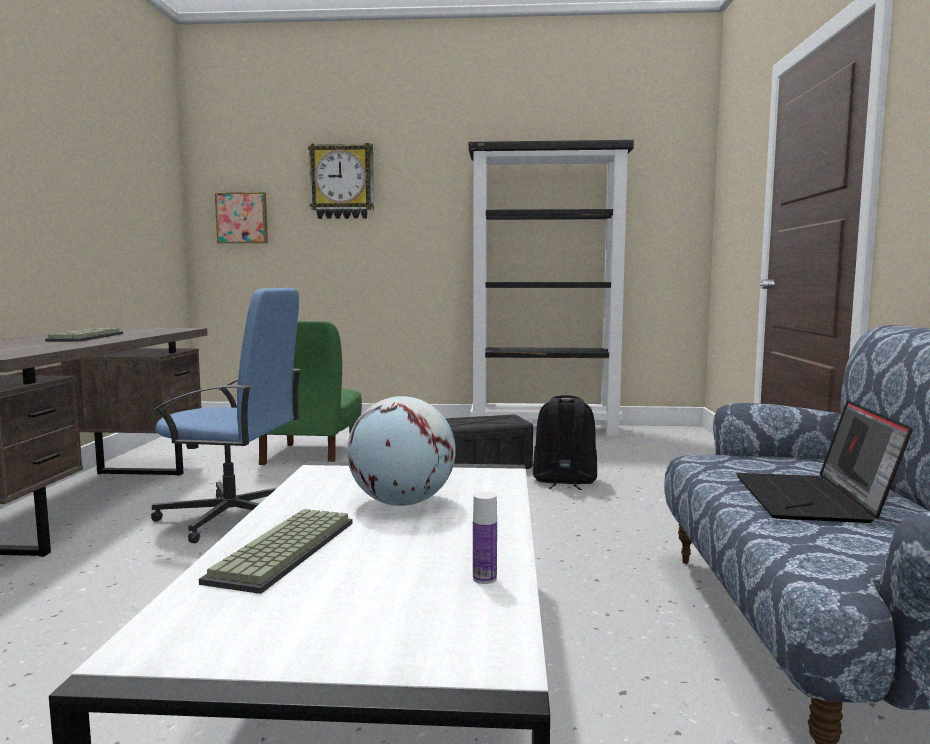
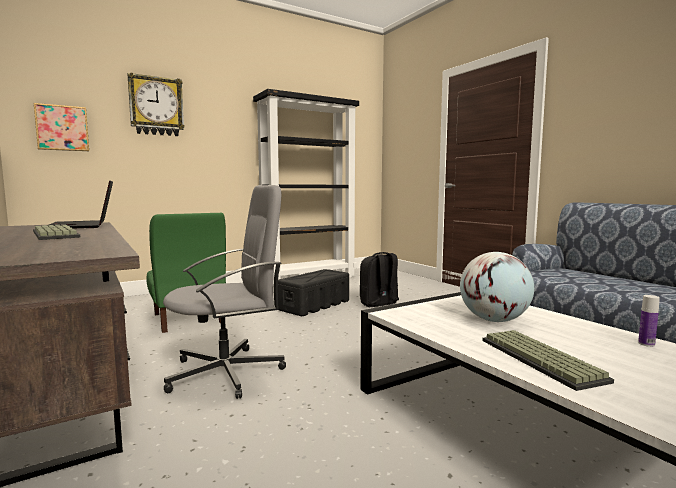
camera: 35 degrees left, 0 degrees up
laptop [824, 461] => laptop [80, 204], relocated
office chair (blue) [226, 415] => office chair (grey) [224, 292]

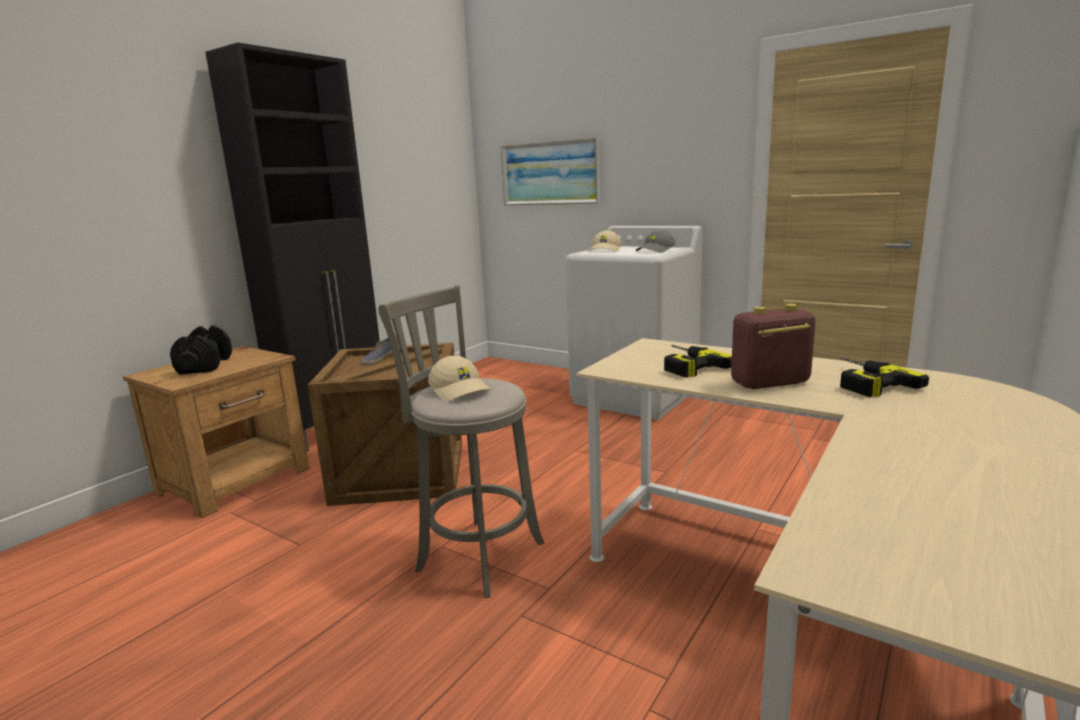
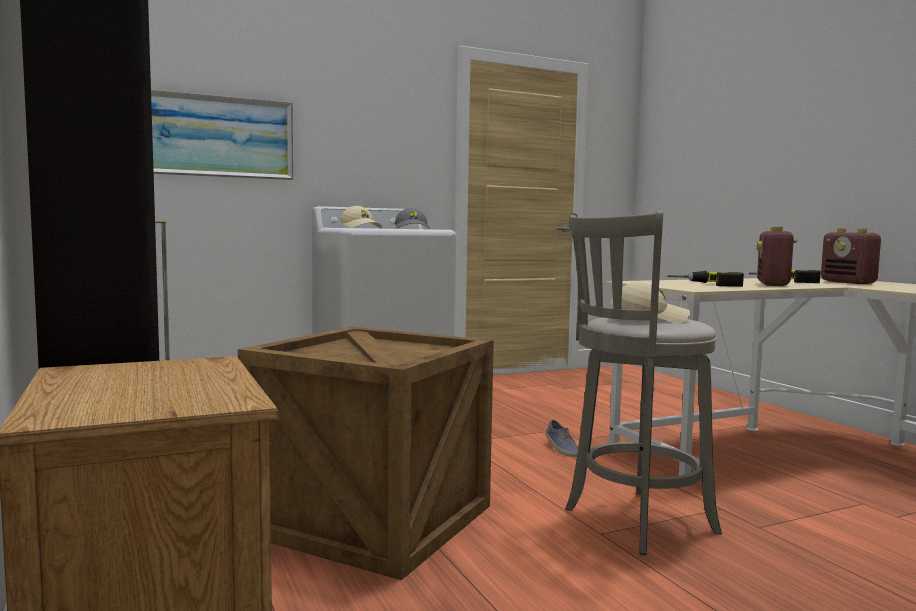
camera: 60 degrees left, 10 degrees down
shoe [380, 350] => shoe [562, 438], relocated
nothing => radio [851, 256]
dumbbell (black) [201, 350] => nothing

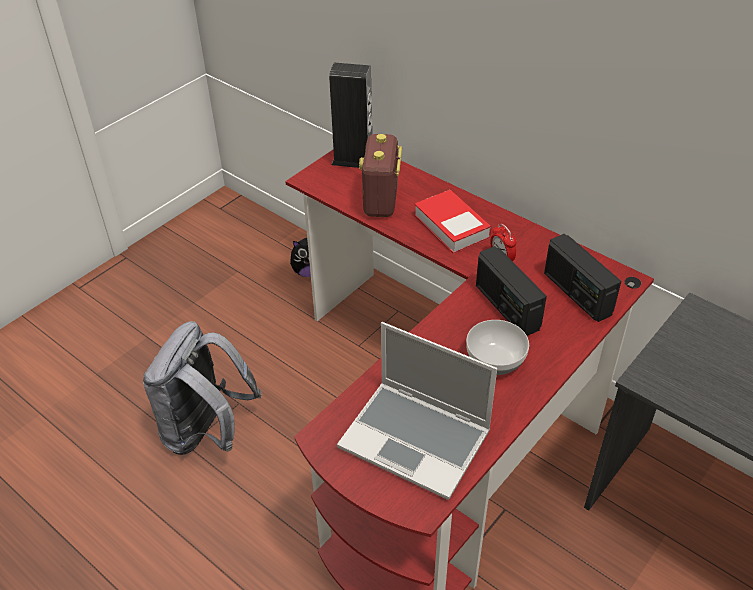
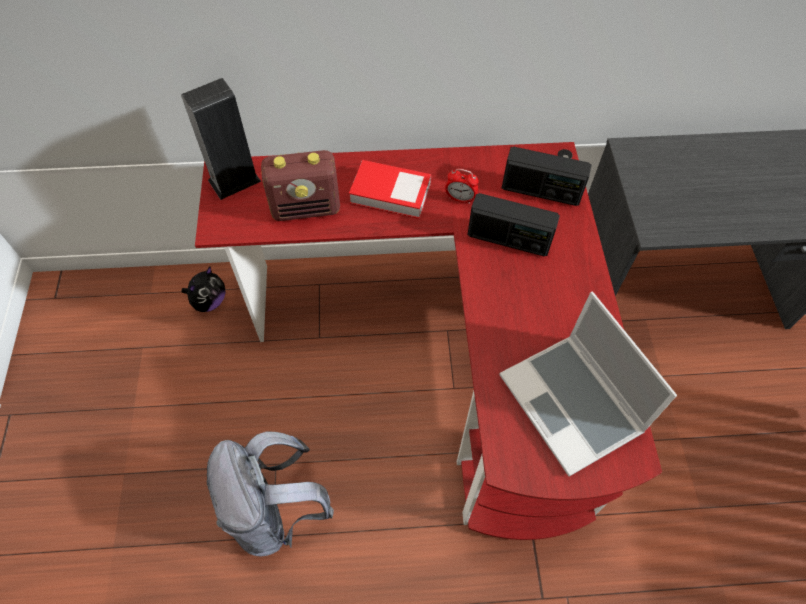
camera: 45 degrees left, 15 degrees up
radio [380, 175] => radio [300, 185], 60 degrees counterclockwise
laptop [417, 411] => laptop [588, 383], 75 degrees clockwise
bowl [497, 347] => nothing

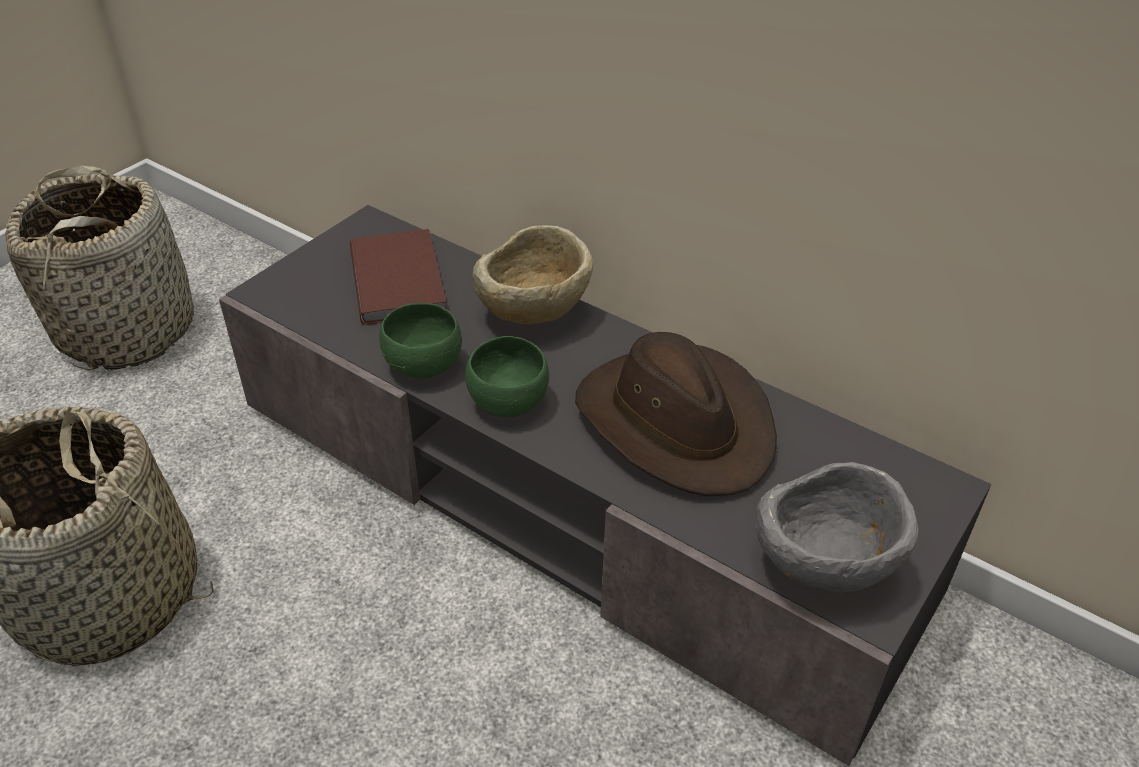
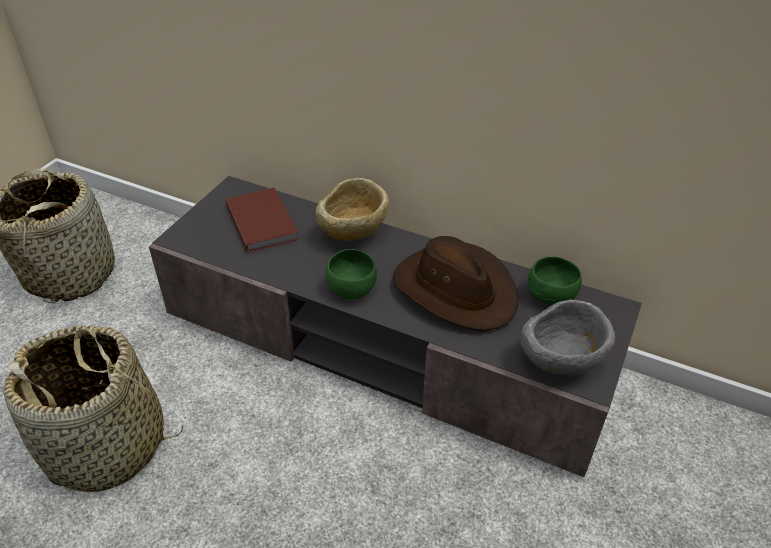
camera: 10 degrees left, 0 degrees up
bowl (green) [420, 340] => bowl (green) [555, 281], relocated

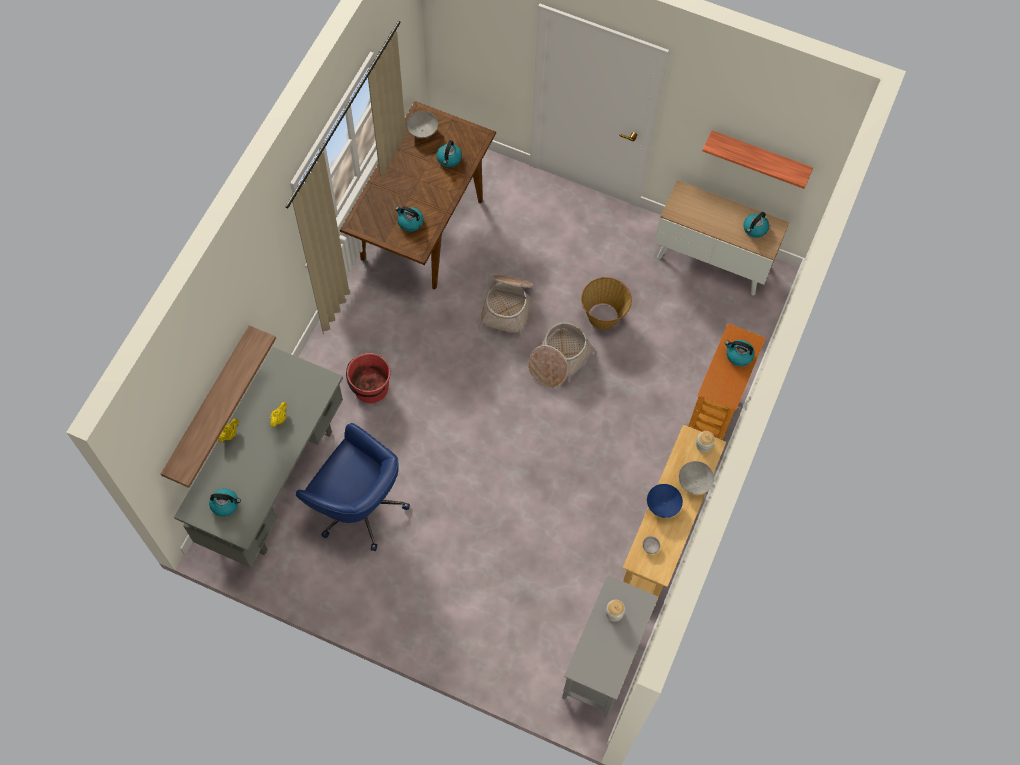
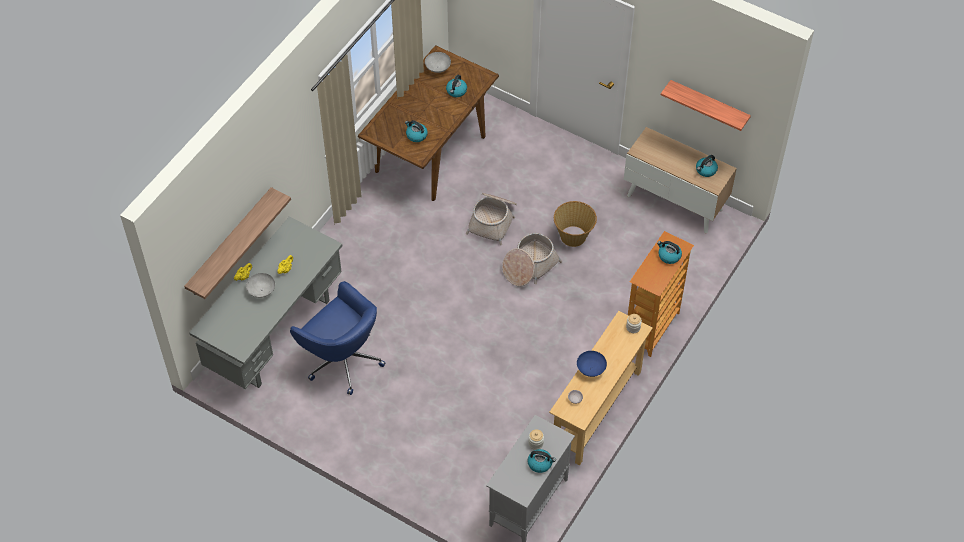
camera: 10 degrees right, 10 degrees down
bowl (grey) [696, 478] => bowl (grey) [260, 285], relocated
kettle [225, 503] => kettle [541, 461], relocated
bucket (red) [368, 378] => nothing

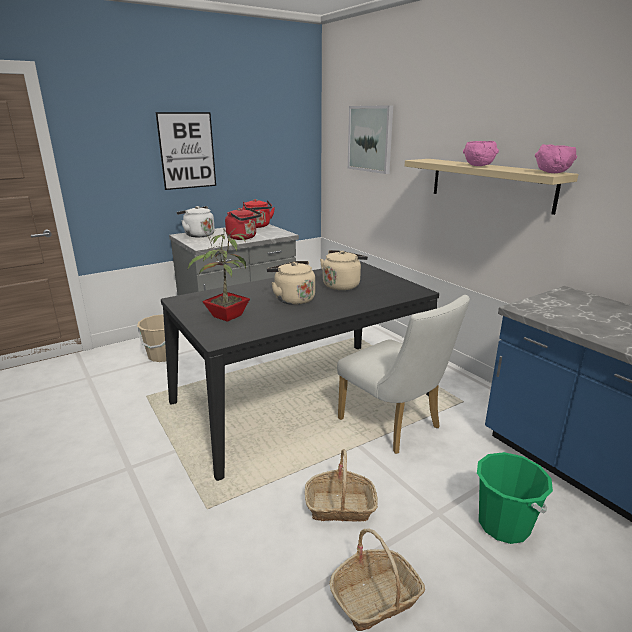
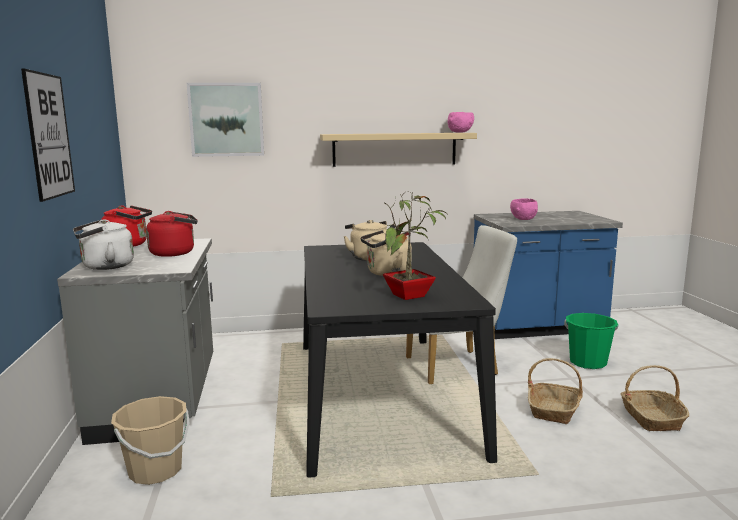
camera: 65 degrees left, 10 degrees down
bowl (pink) [481, 153] => bowl (pink) [524, 209], relocated

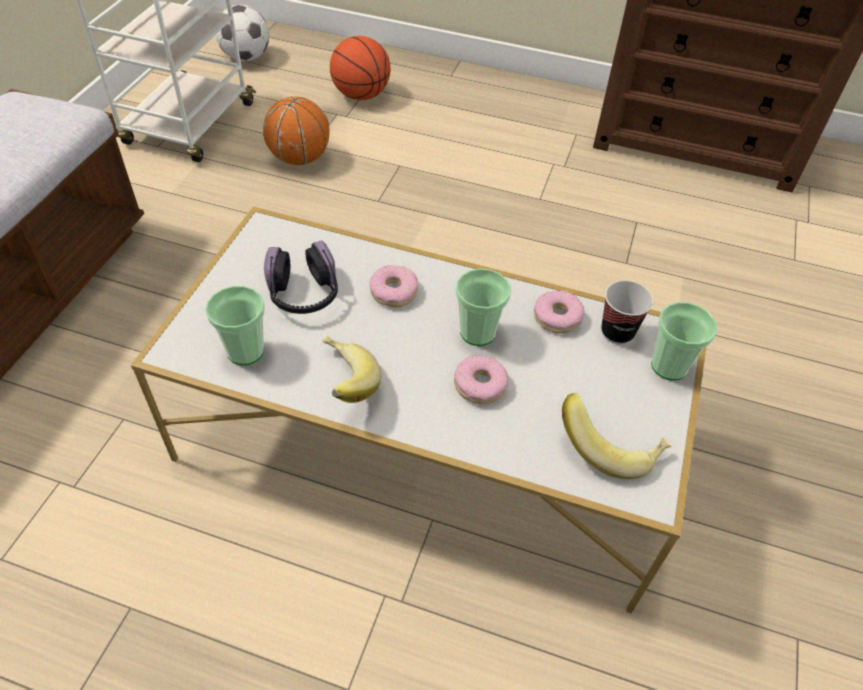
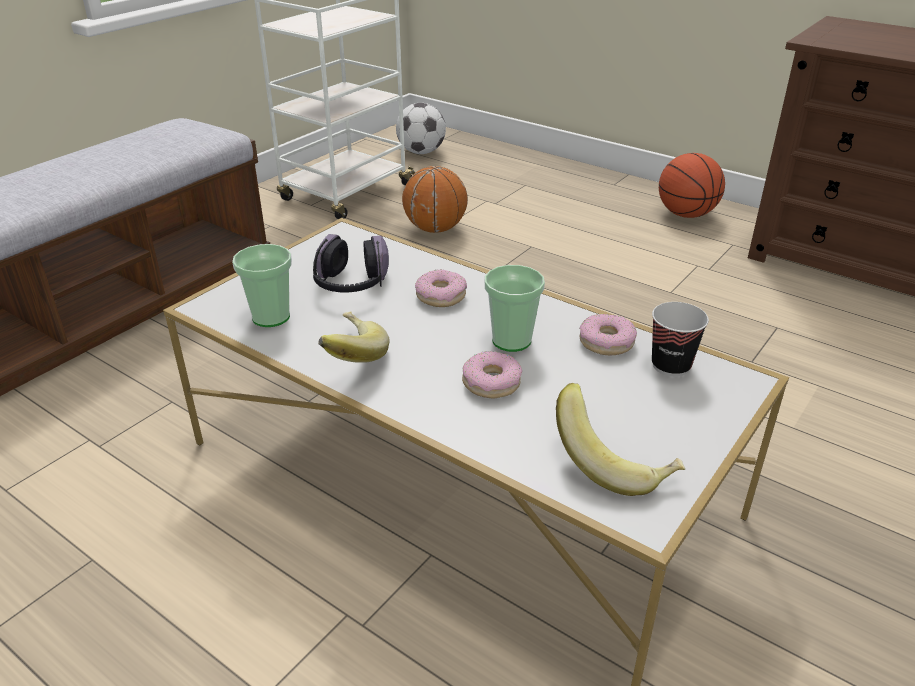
camera: 20 degrees right, 15 degrees down
basketball [360, 68] => basketball [692, 185], relocated
cup [684, 341] => nothing

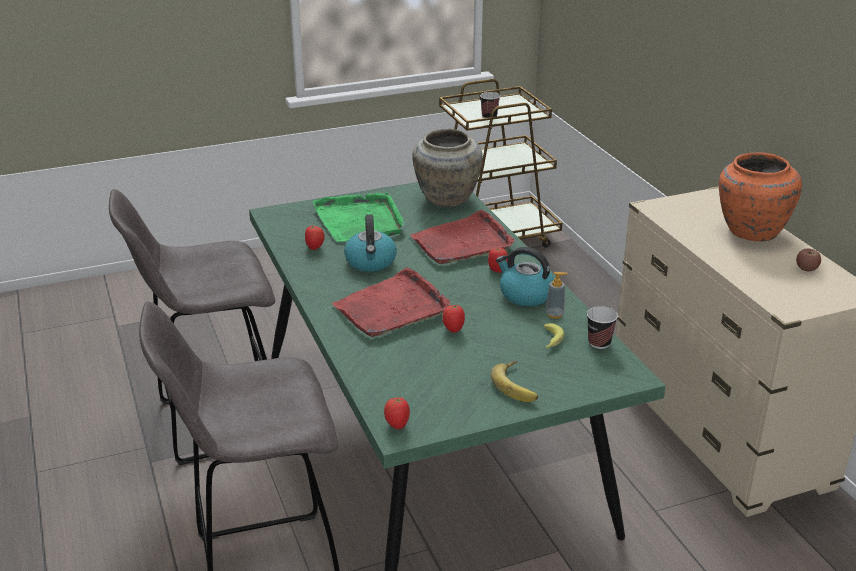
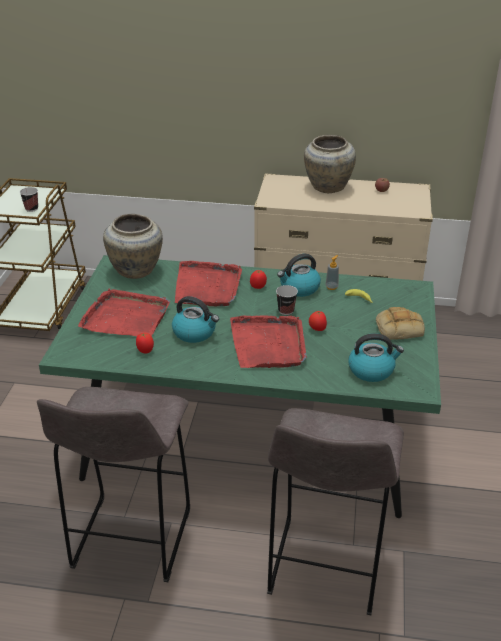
camera: 60 degrees left, 5 degrees up
tray (green) [359, 217] => tray (red) [124, 312]
cup [602, 327] => cup [287, 300], relocated
vase (orange) [760, 197] => vase (beige) [330, 164]
nothing => kettle [376, 357]
banana [514, 381] => bread [400, 323]
tomato [397, 412] => nothing

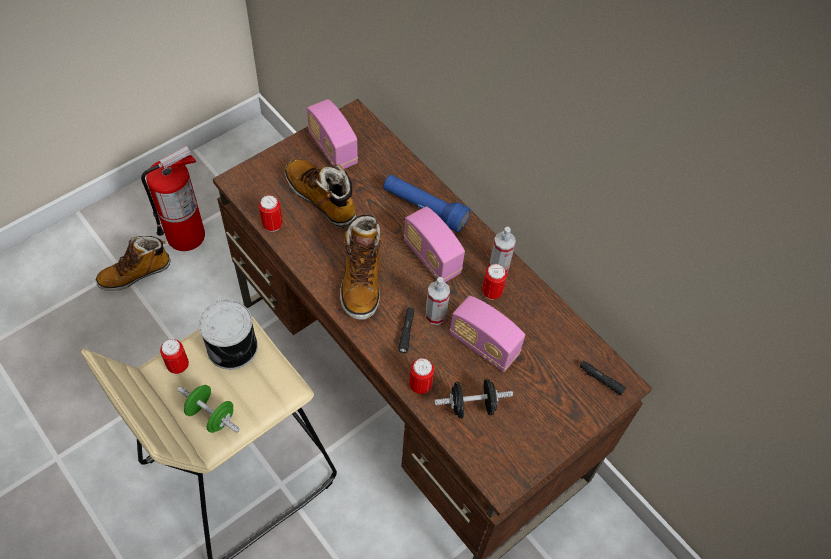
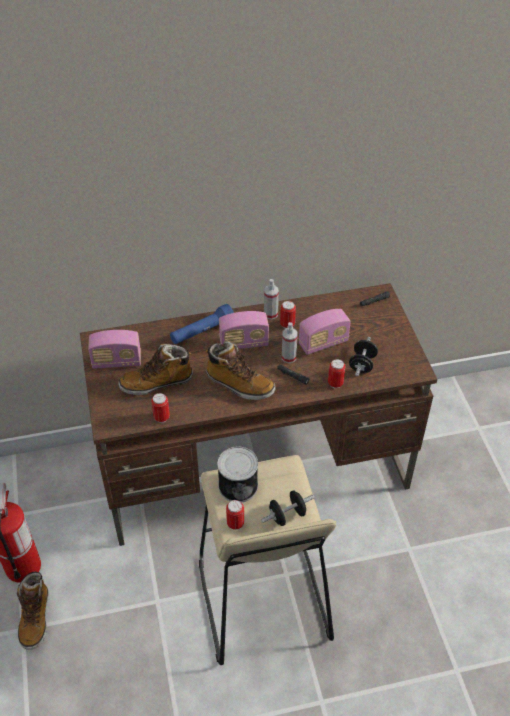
camera: 60 degrees left, 10 degrees down
dumbbell (green) [209, 409] => dumbbell (black) [287, 508]

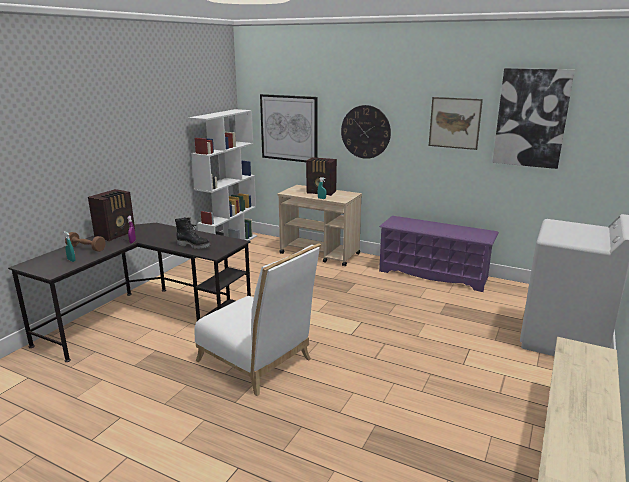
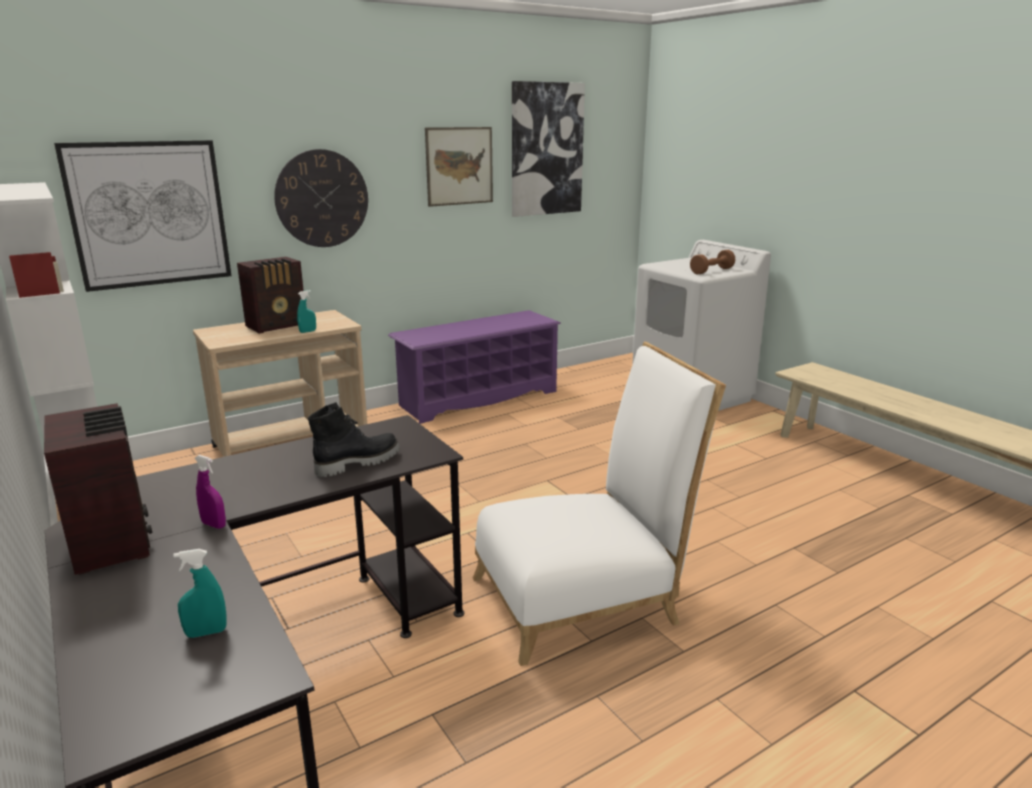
camera: 60 degrees left, 0 degrees up
dumbbell (brown) [85, 242] => dumbbell (brown) [712, 262], relocated

